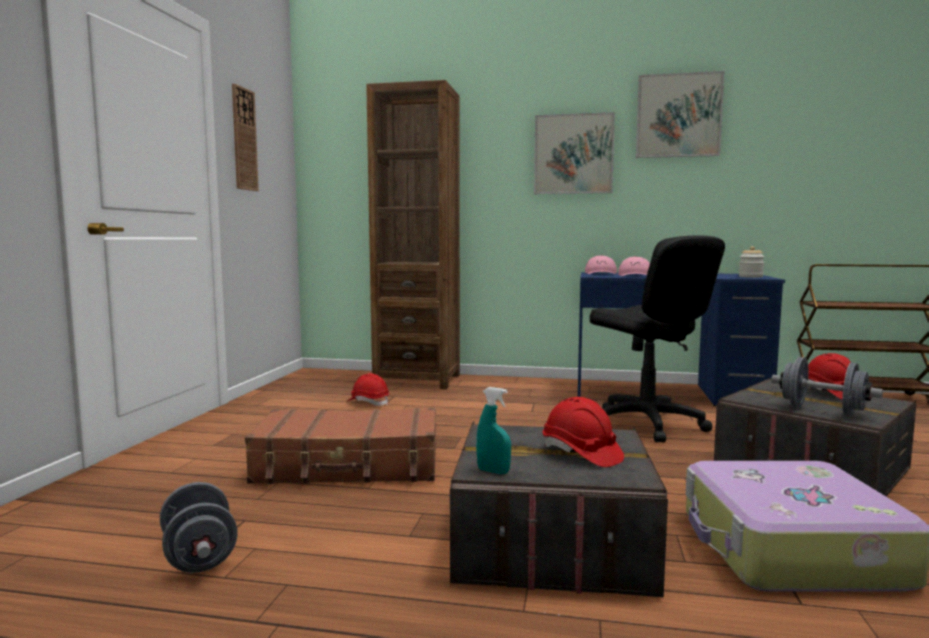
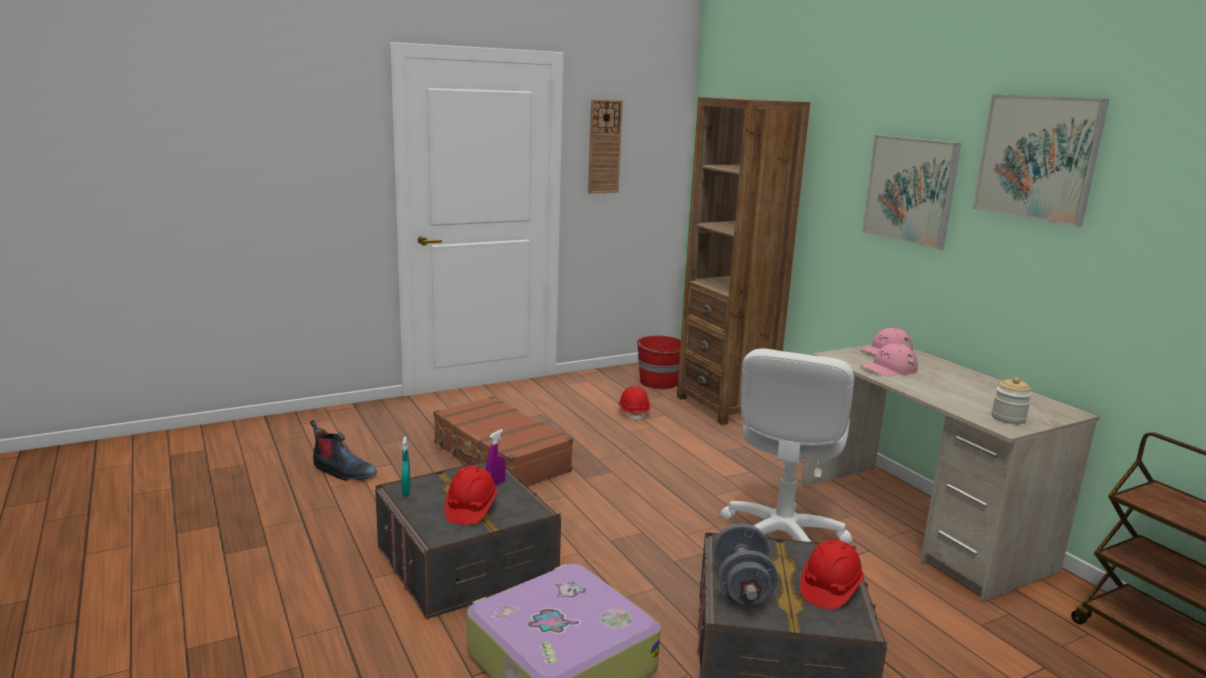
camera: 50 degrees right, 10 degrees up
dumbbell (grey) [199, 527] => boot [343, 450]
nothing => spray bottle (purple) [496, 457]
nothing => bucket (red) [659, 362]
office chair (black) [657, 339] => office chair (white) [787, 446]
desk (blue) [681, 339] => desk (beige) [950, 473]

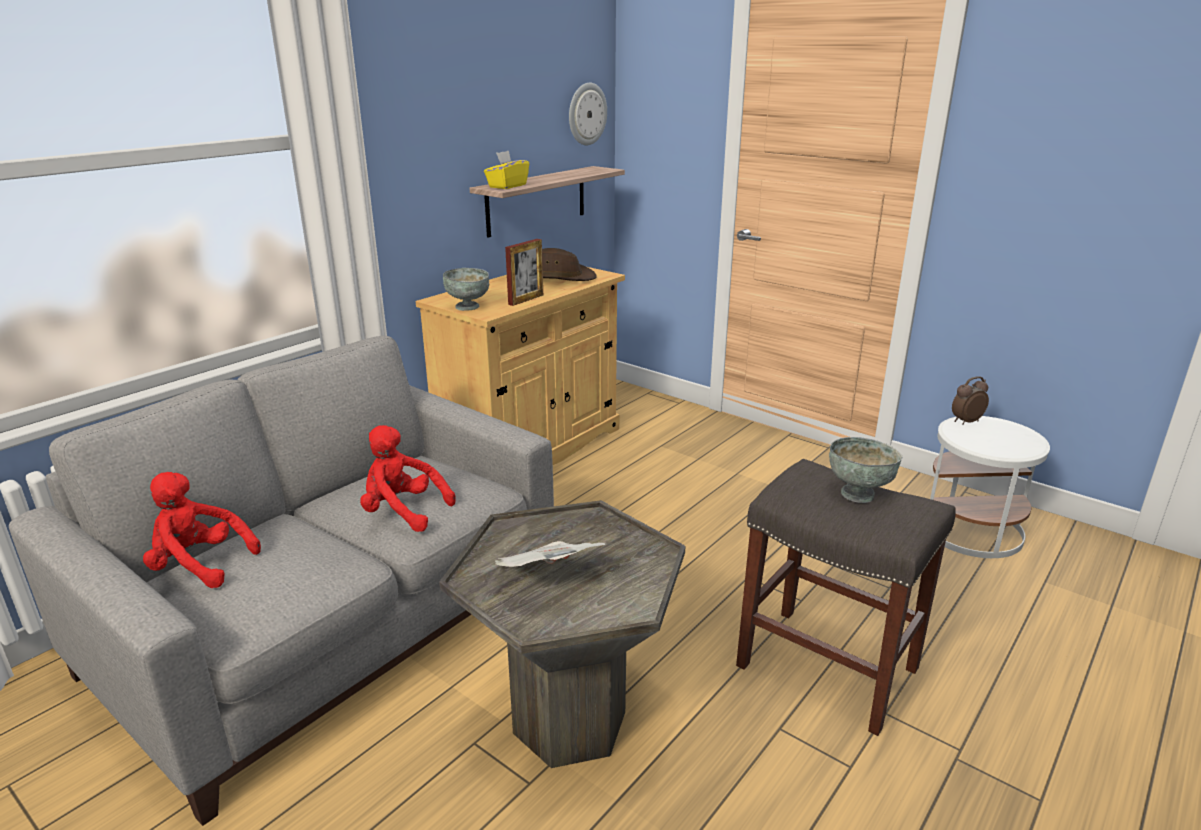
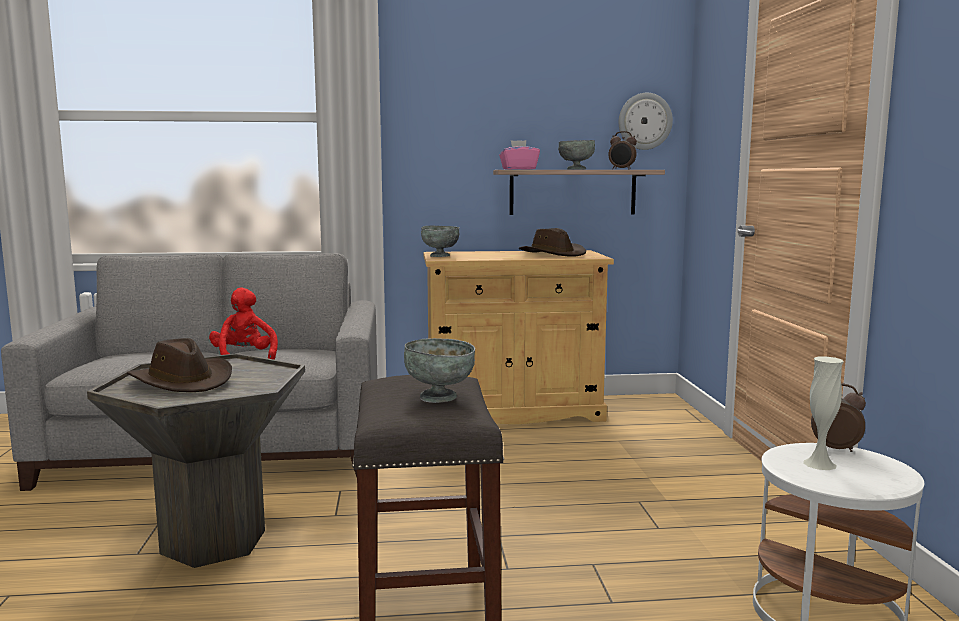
camera: 45 degrees right, 15 degrees down
newspaper [550, 554] => hat (brown) [179, 365]
tissue box (yellow) [506, 169] => tissue box (pink) [519, 155]
nothing => bowl (grey) [576, 155]
nothing => alarm clock [622, 150]
nothing => vase (white) [823, 413]
plush toy (red) [202, 530] => nothing
picture frame [524, 272] => nothing

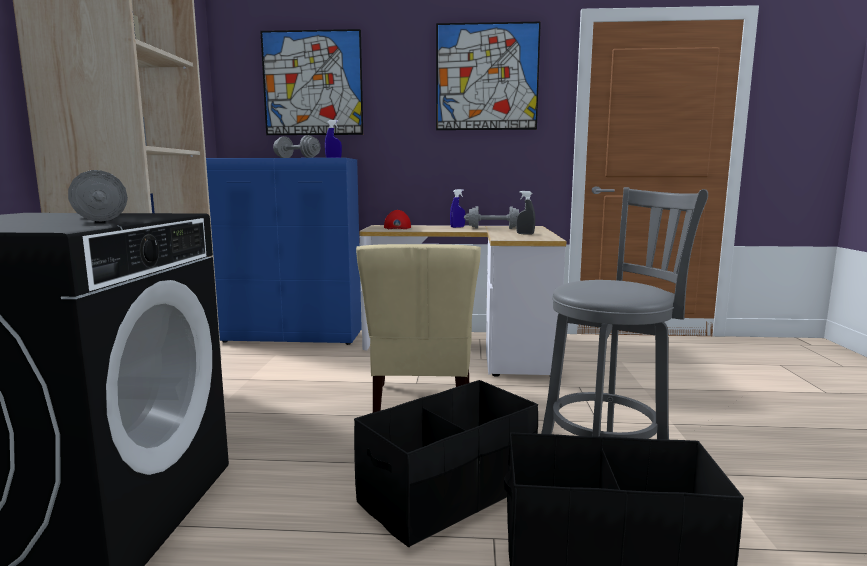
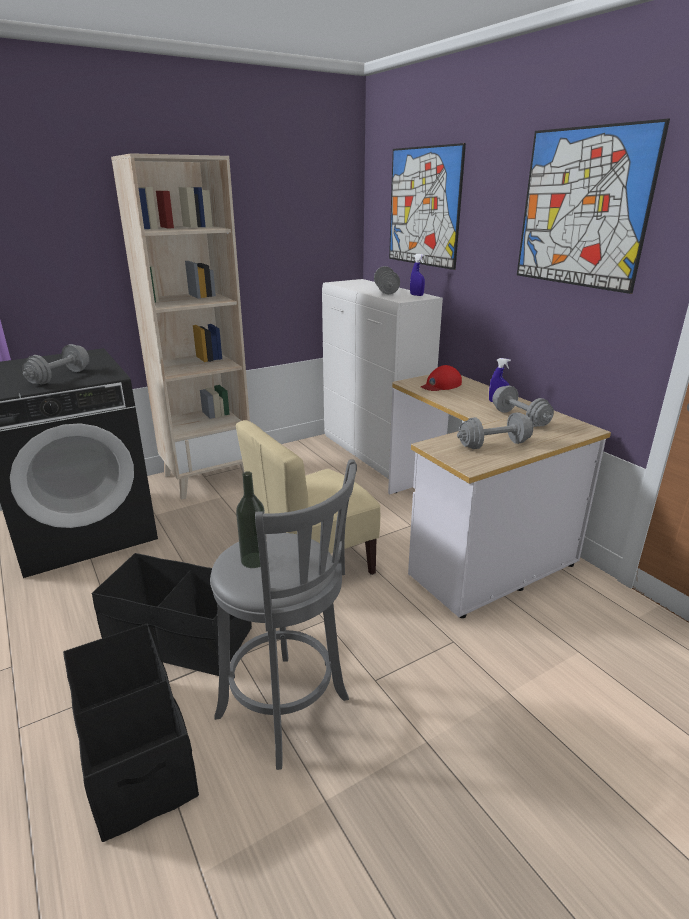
camera: 55 degrees right, 15 degrees up
nothing => bottle [251, 519]
cabinet (blue) [284, 251] => cabinet (white) [382, 379]
spray bottle (grey) [525, 213] => dumbbell (grey) [495, 430]

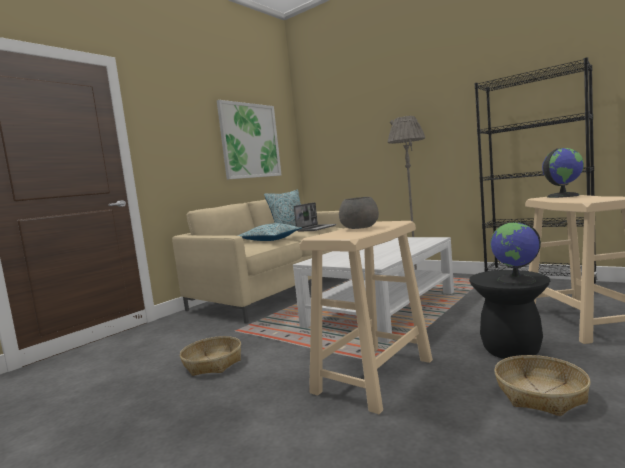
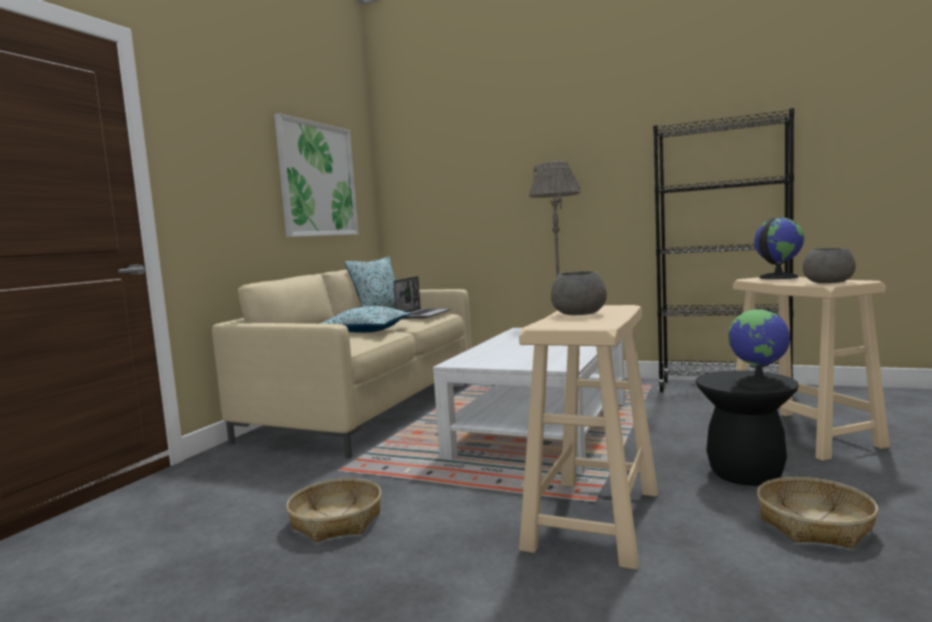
camera: 15 degrees left, 0 degrees up
nothing => bowl (grey) [829, 265]

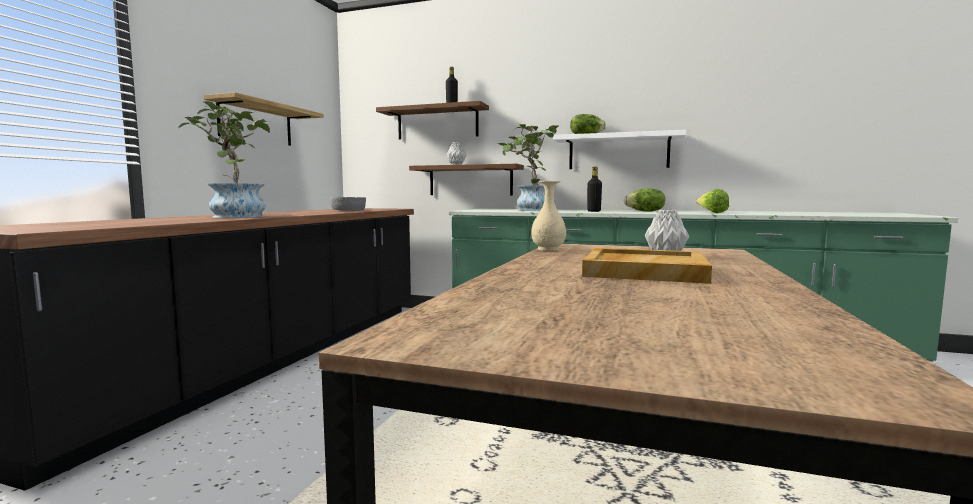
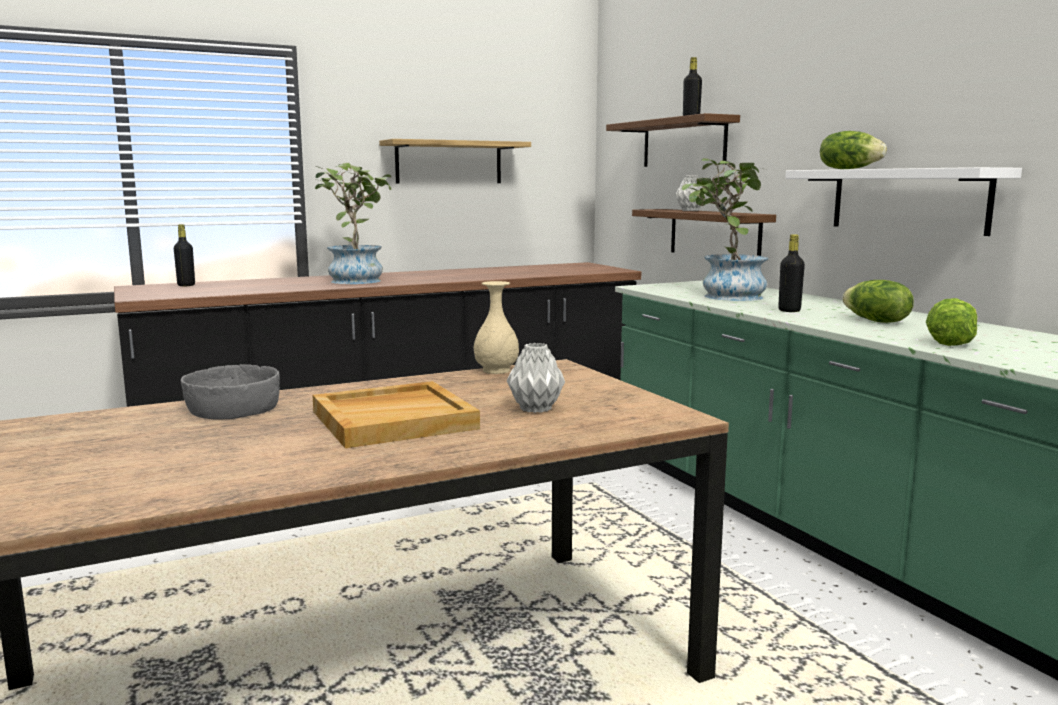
camera: 45 degrees right, 5 degrees up
nothing => bottle (black) [184, 255]
bowl (grey) [348, 204] => bowl (grey) [230, 392], relocated

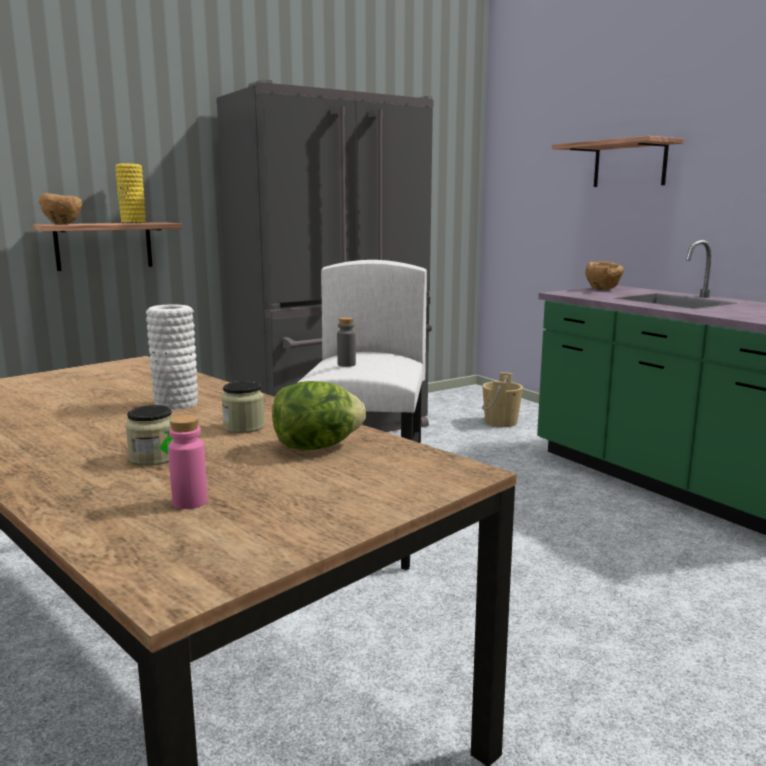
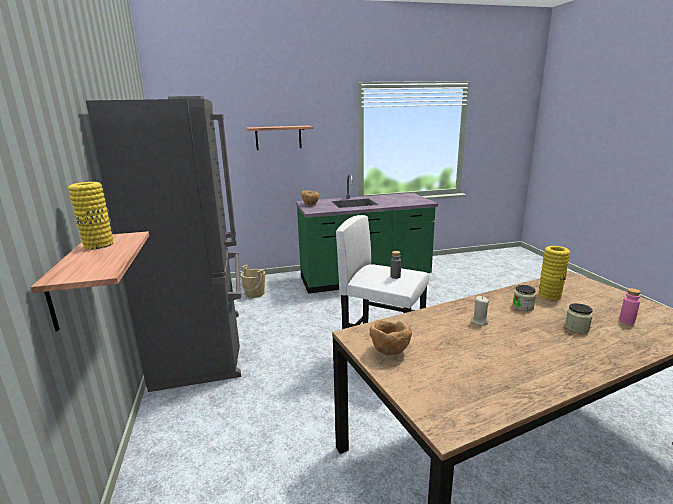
camera: 70 degrees left, 5 degrees up
bowl (brown) [60, 208] => bowl (brown) [390, 338], relocated
vase (white) [172, 357] => candle (beige) [480, 311]
lettuce [319, 415] => vase (yellow) [554, 273]

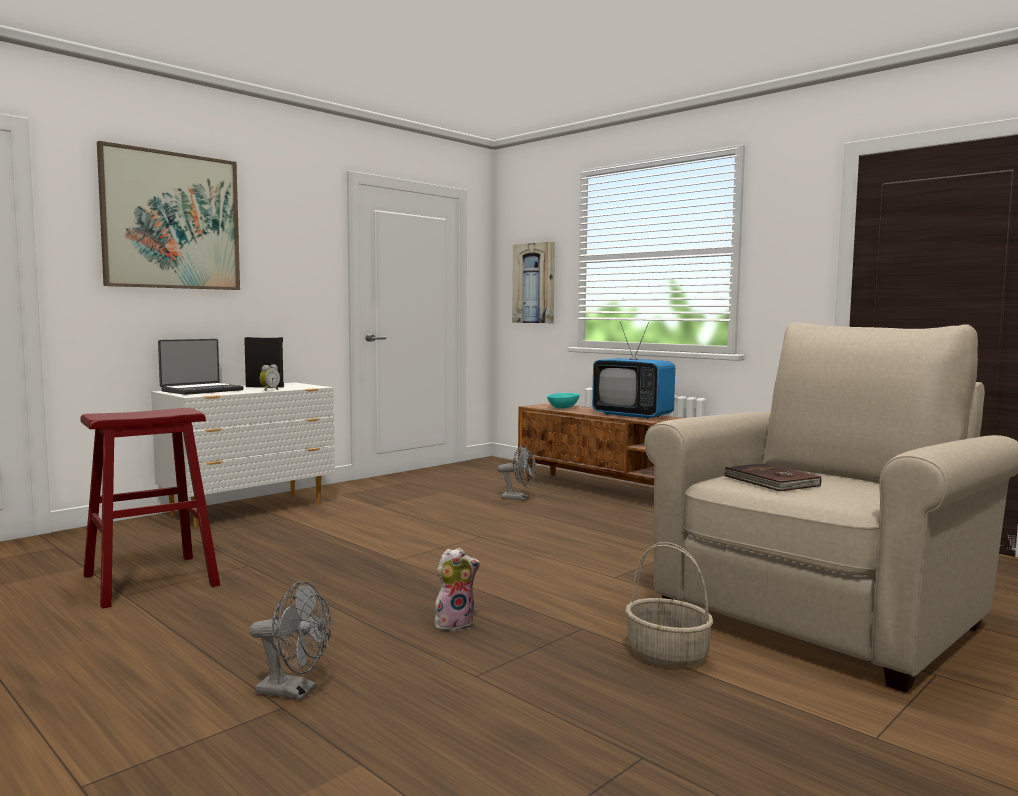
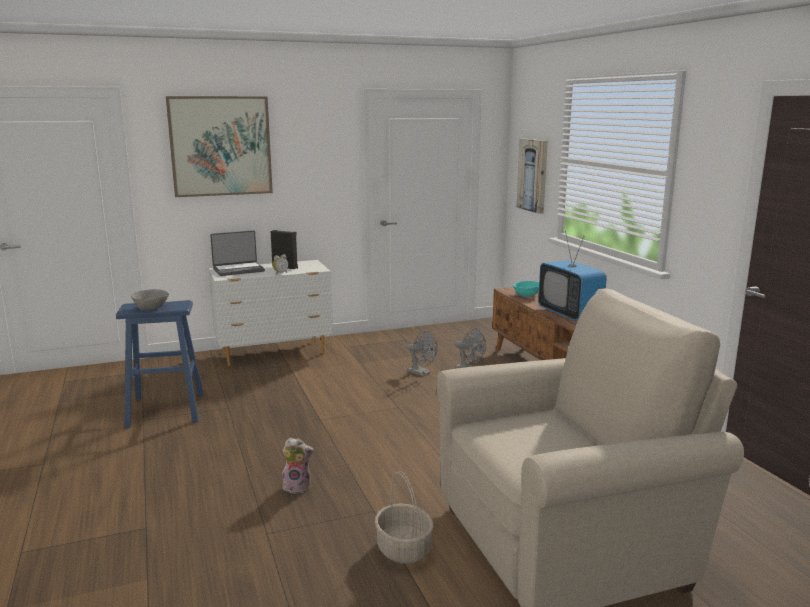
camera: 25 degrees right, 10 degrees up
stool (red) [150, 508] => stool (blue) [159, 364]
nothing => bowl (grey) [150, 299]
fan (grey) [290, 640] => fan (grey) [422, 353], relocated
book (brown) [772, 477] => nothing

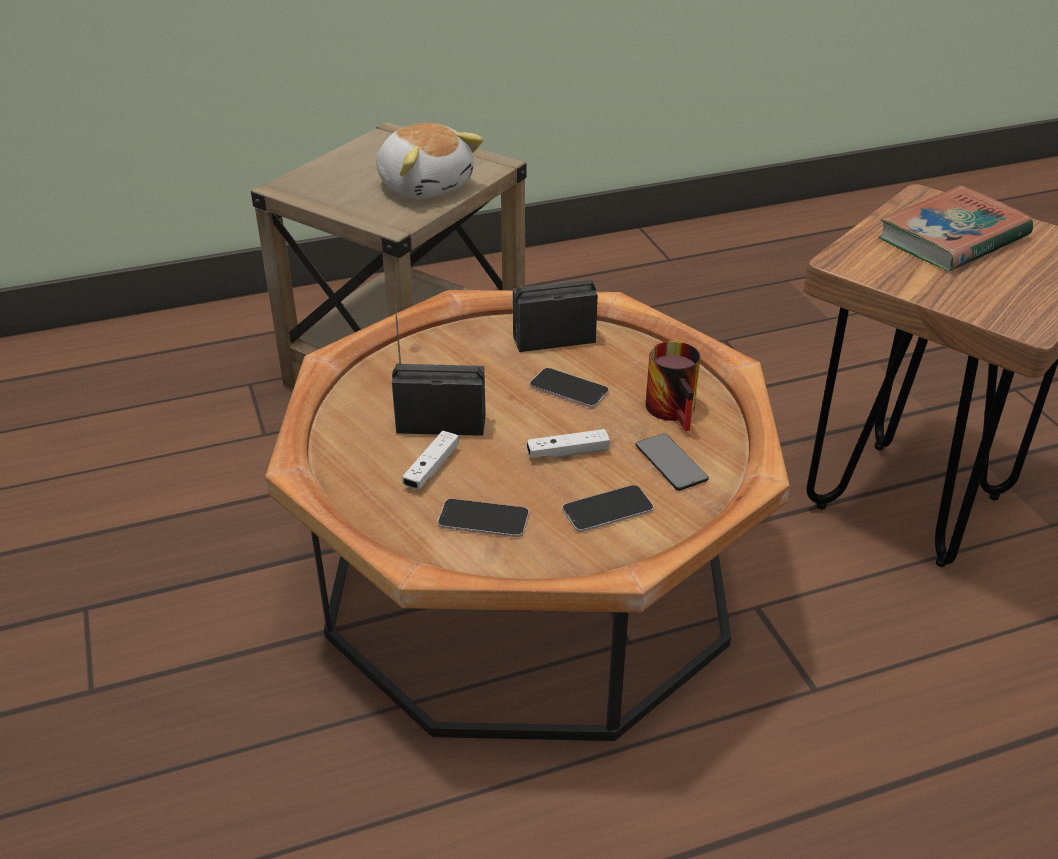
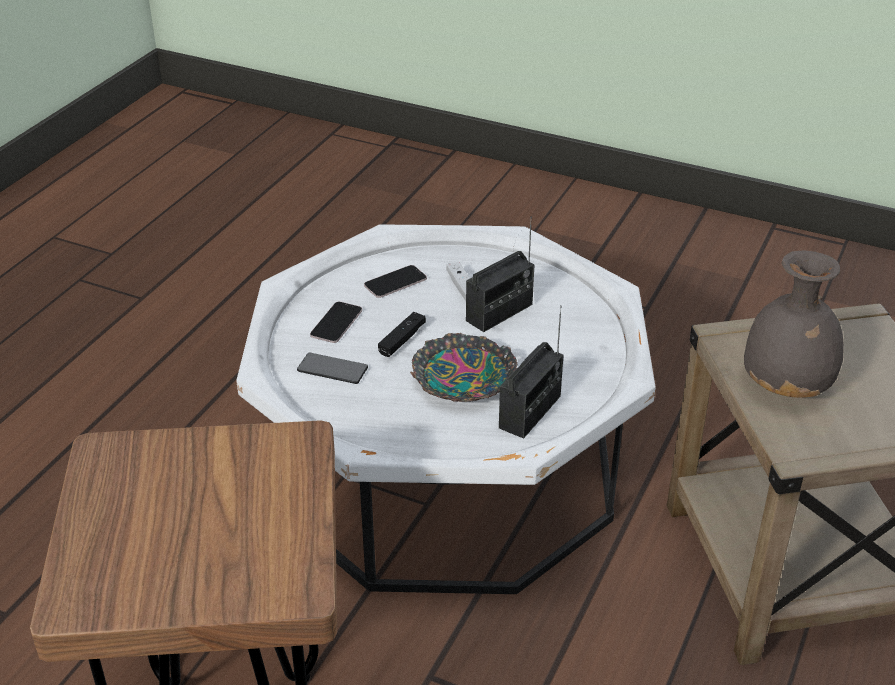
camera: 135 degrees right, 0 degrees up
coffee table (brown) [527, 515] => coffee table (white) [446, 409]
game controller (white) [568, 443] => game controller (black) [402, 334]
phone [569, 388] => bowl [463, 367]
plush toy [429, 161] => vase (grey) [794, 324]
mug [673, 386] => nothing
book [956, 228] => nothing

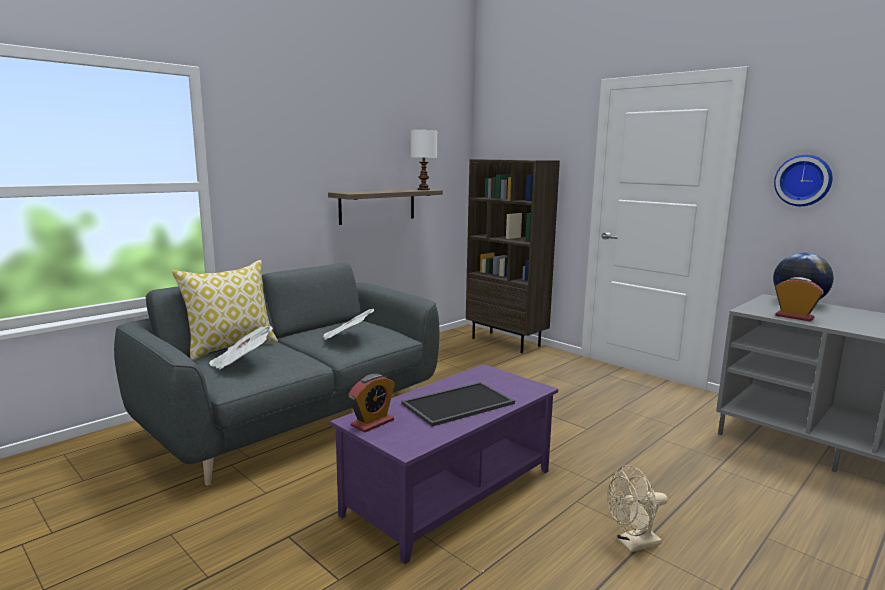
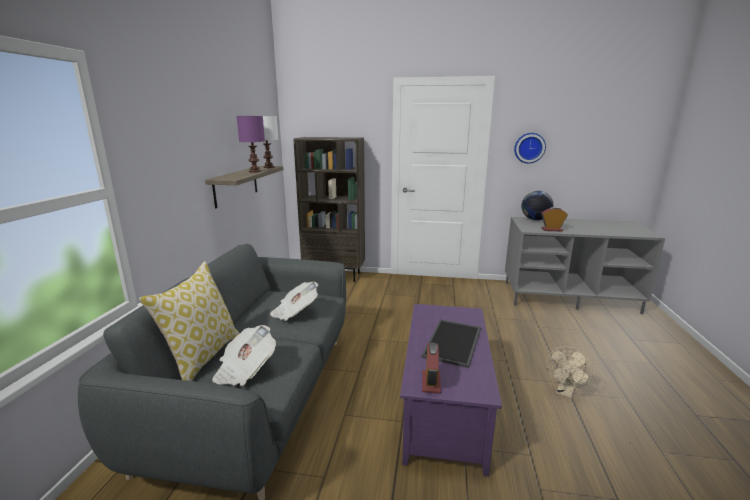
camera: 35 degrees left, 5 degrees up
nothing => table lamp (purple) [251, 144]

